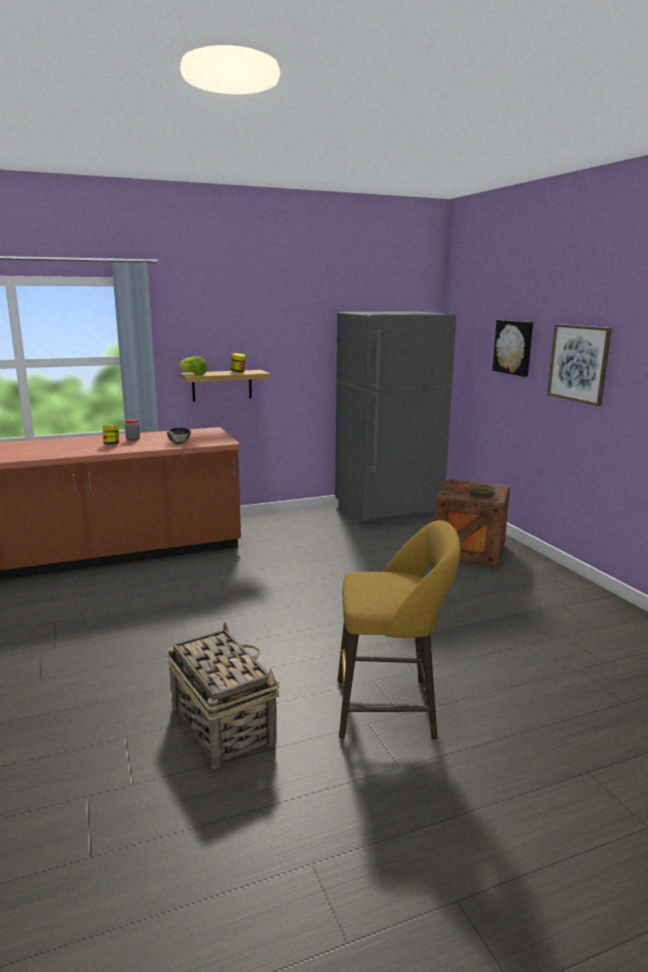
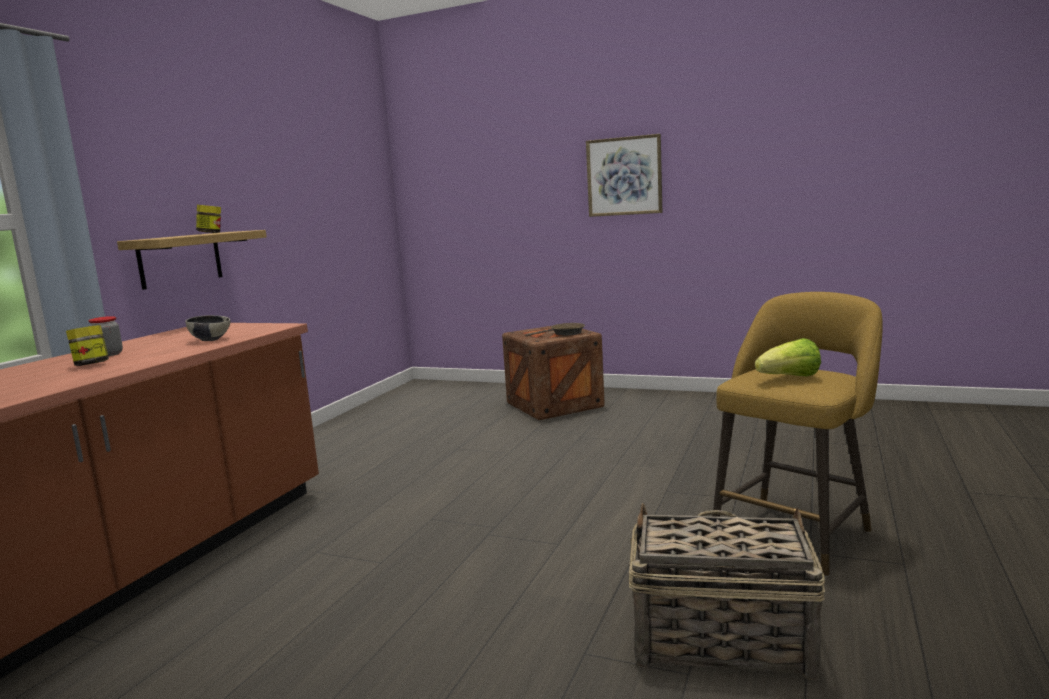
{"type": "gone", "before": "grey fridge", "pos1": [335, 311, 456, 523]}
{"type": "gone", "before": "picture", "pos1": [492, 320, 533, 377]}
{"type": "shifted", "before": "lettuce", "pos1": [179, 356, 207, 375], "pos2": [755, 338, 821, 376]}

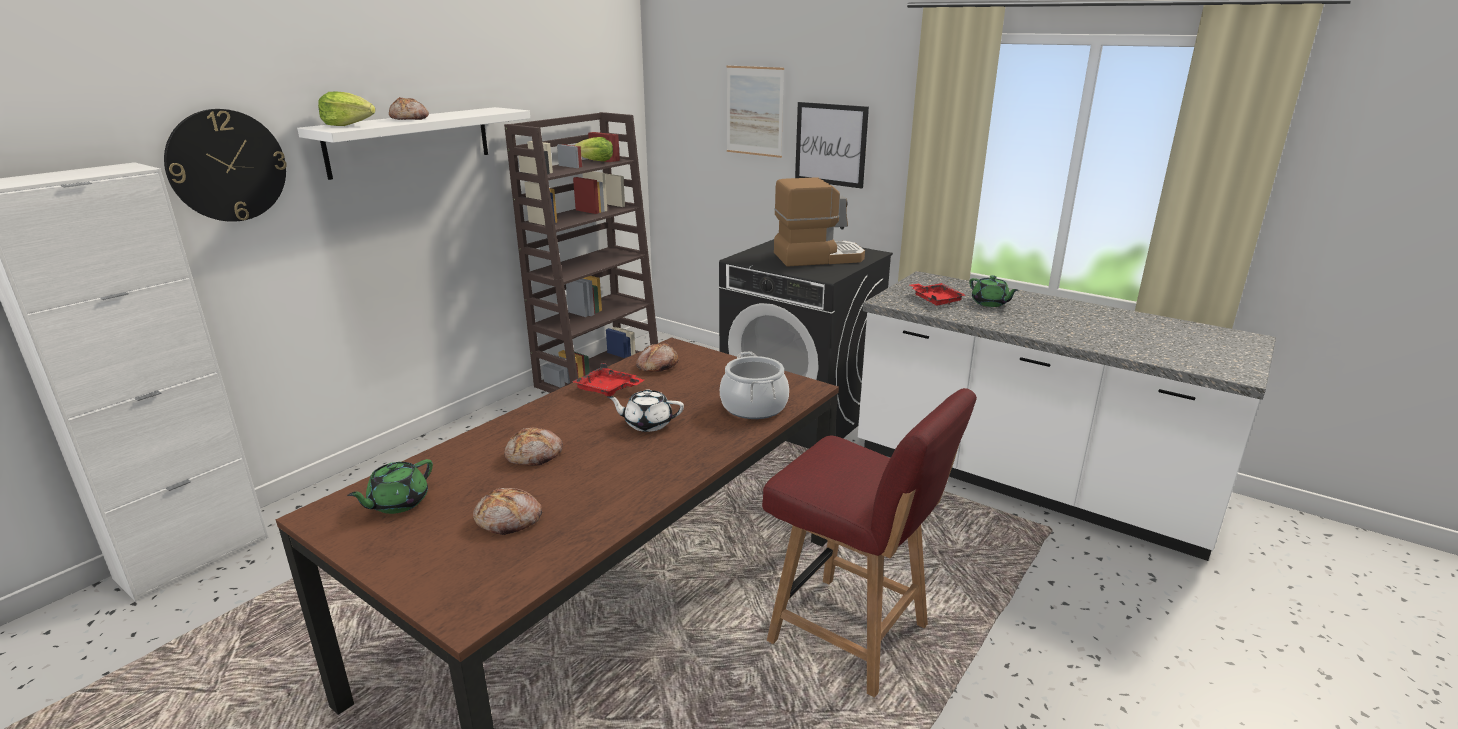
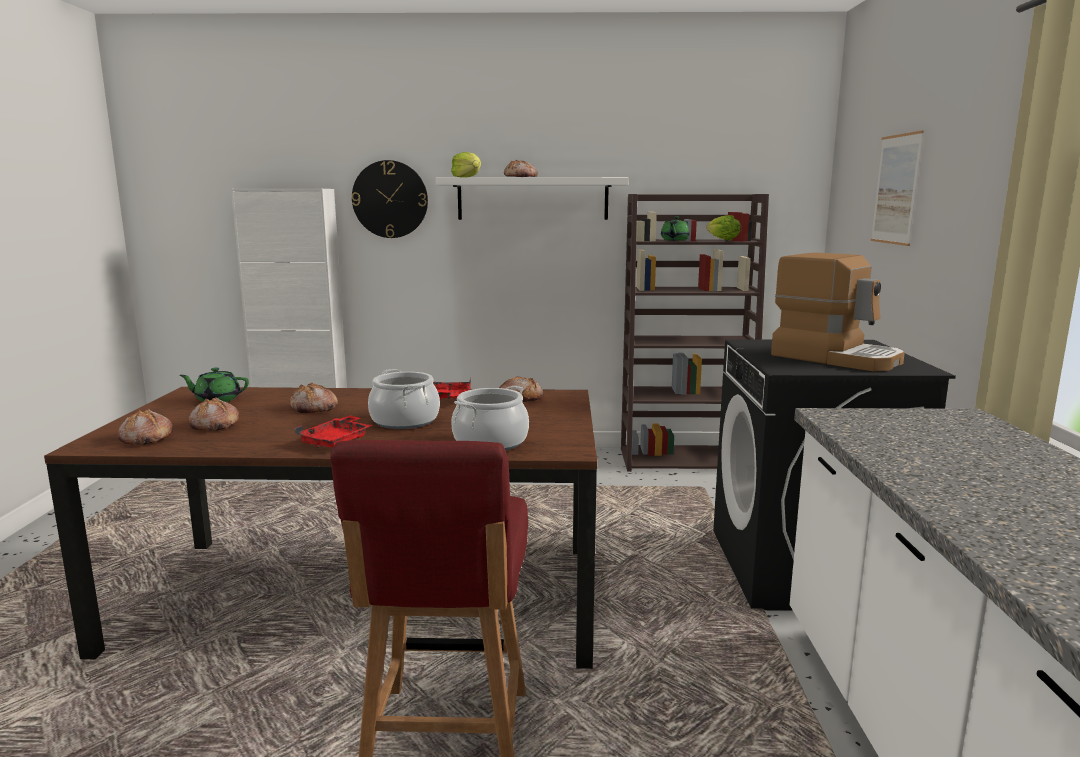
{"type": "gone", "before": "picture", "pos1": [795, 102, 869, 189]}
{"type": "shifted", "before": "green teapot", "pos1": [969, 275, 1018, 307], "pos2": [661, 216, 689, 241]}
{"type": "shifted", "before": "red tray", "pos1": [910, 283, 966, 306], "pos2": [295, 415, 373, 448]}
{"type": "swapped", "before": "white teapot", "after": "cooking pot", "pos1": [607, 389, 684, 432], "pos2": [368, 369, 440, 429]}
{"type": "new", "after": "bread", "pos2": [118, 409, 173, 445]}

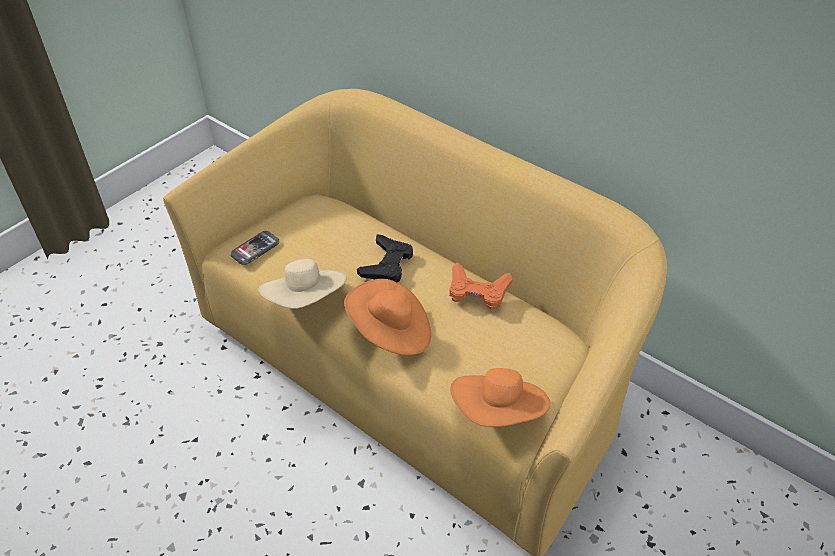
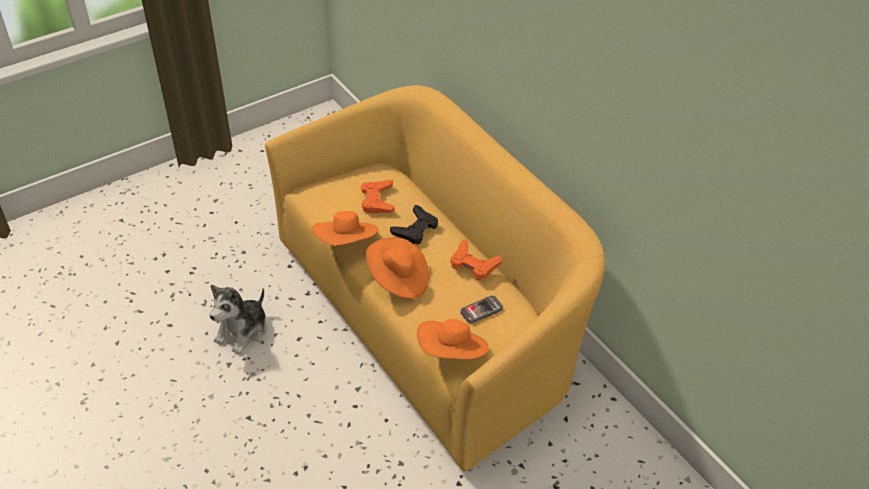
{"type": "shifted", "before": "phone", "pos1": [231, 231, 279, 265], "pos2": [460, 295, 503, 324]}
{"type": "repainted", "before": "beige hat", "after": "orange hat", "pos1": [258, 259, 347, 309], "pos2": [312, 211, 379, 246]}
{"type": "new", "after": "orange game controller", "pos2": [361, 180, 395, 213]}
{"type": "new", "after": "plush toy", "pos2": [210, 285, 267, 355]}

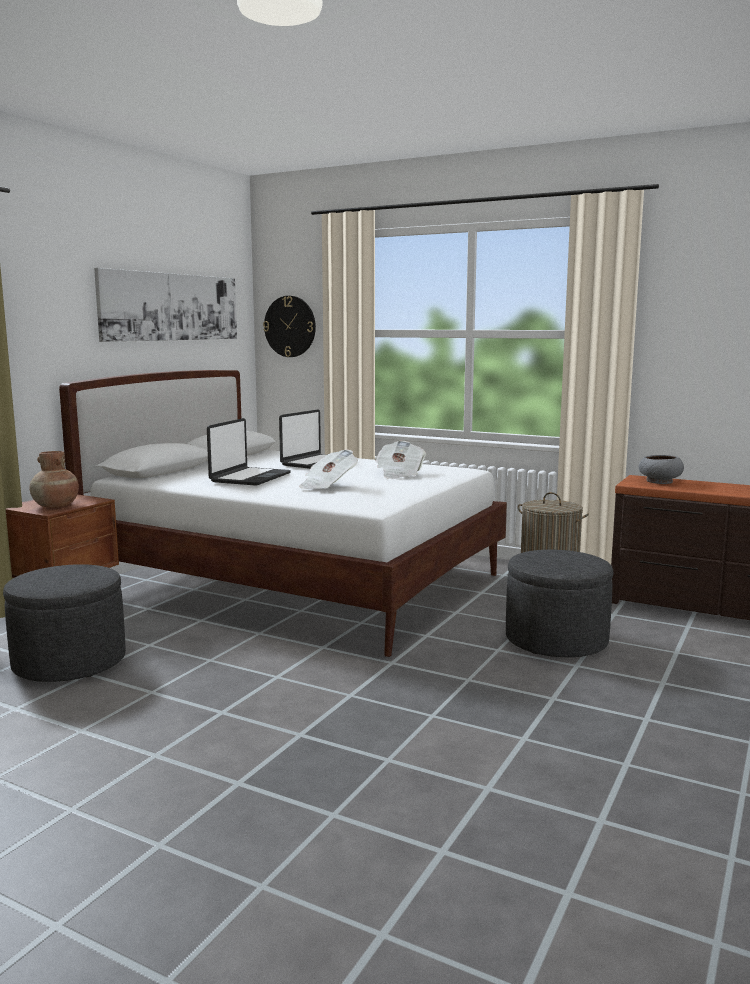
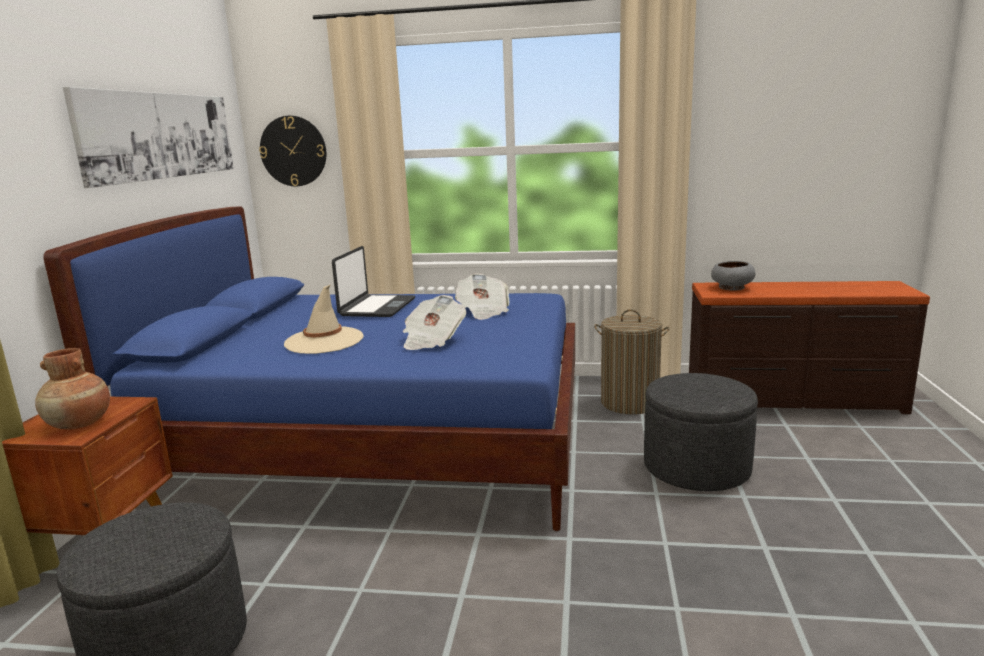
{"type": "repainted", "before": "white bed", "after": "blue bed", "pos1": [59, 370, 507, 657], "pos2": [43, 206, 575, 531]}
{"type": "swapped", "before": "laptop", "after": "beige hat", "pos1": [207, 418, 291, 486], "pos2": [284, 285, 363, 354]}

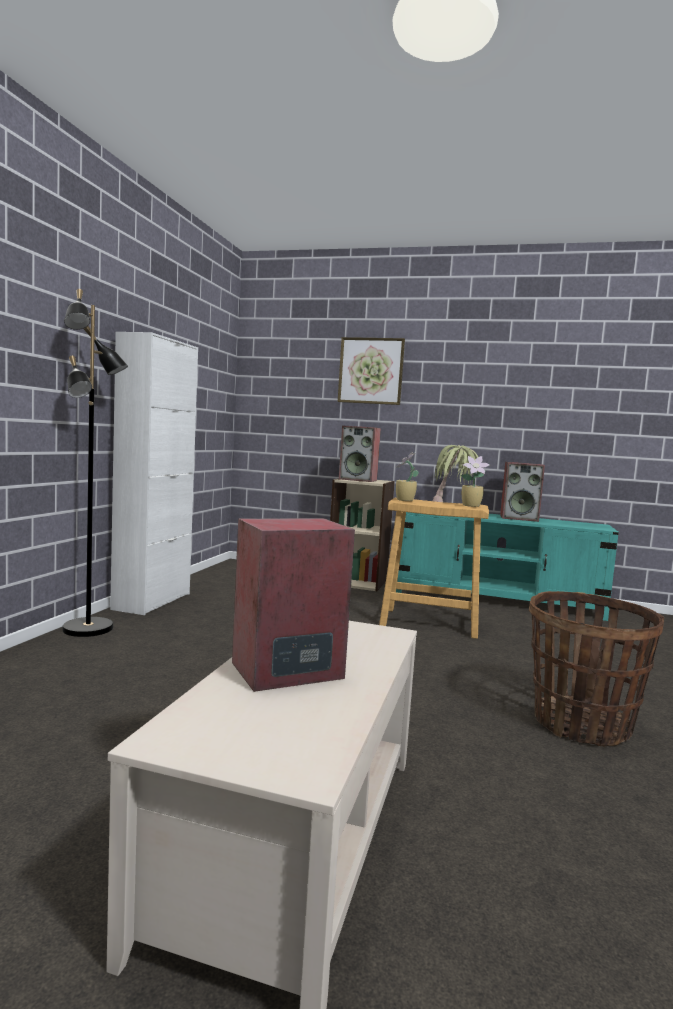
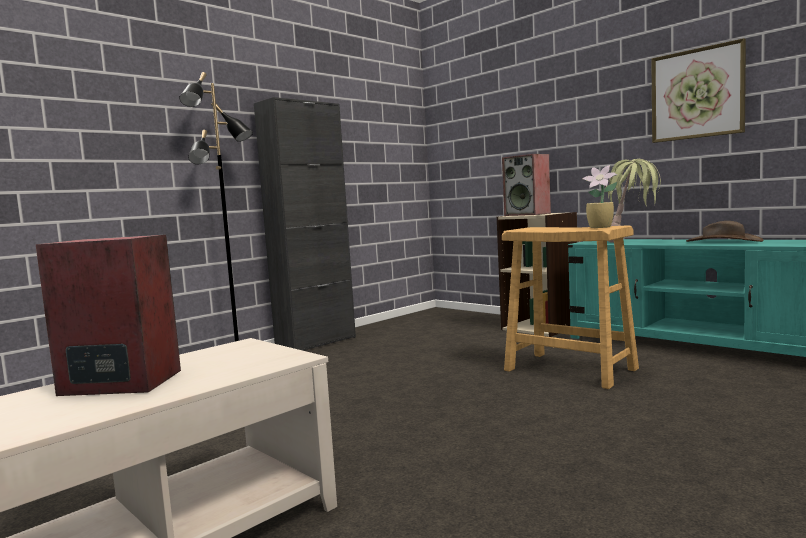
{"type": "repainted", "before": "white cabinet", "after": "black cabinet", "pos1": [110, 332, 198, 615], "pos2": [254, 97, 356, 351]}
{"type": "shifted", "before": "picture", "pos1": [338, 337, 405, 405], "pos2": [651, 38, 746, 143]}
{"type": "gone", "before": "potted plant", "pos1": [395, 452, 419, 501]}
{"type": "swapped", "before": "speaker", "after": "brown hat", "pos1": [500, 462, 545, 522], "pos2": [686, 221, 764, 242]}
{"type": "gone", "before": "basket", "pos1": [529, 591, 664, 747]}

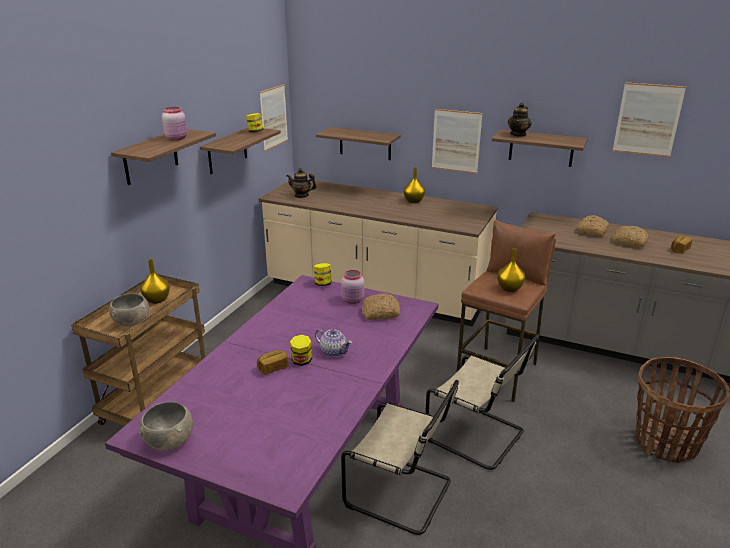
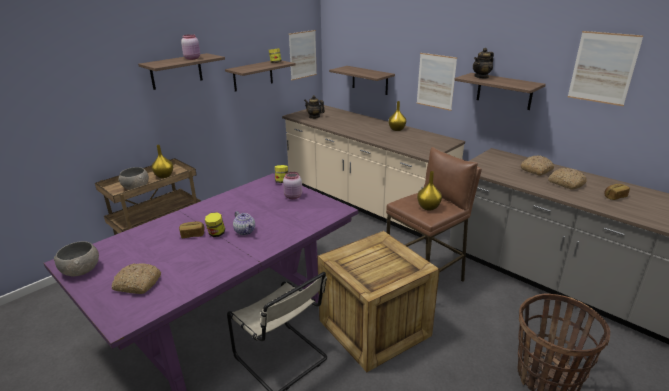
{"type": "shifted", "before": "bread", "pos1": [362, 293, 400, 320], "pos2": [111, 263, 161, 294]}
{"type": "swapped", "before": "beige chair", "after": "crate", "pos1": [425, 336, 537, 470], "pos2": [317, 231, 440, 372]}

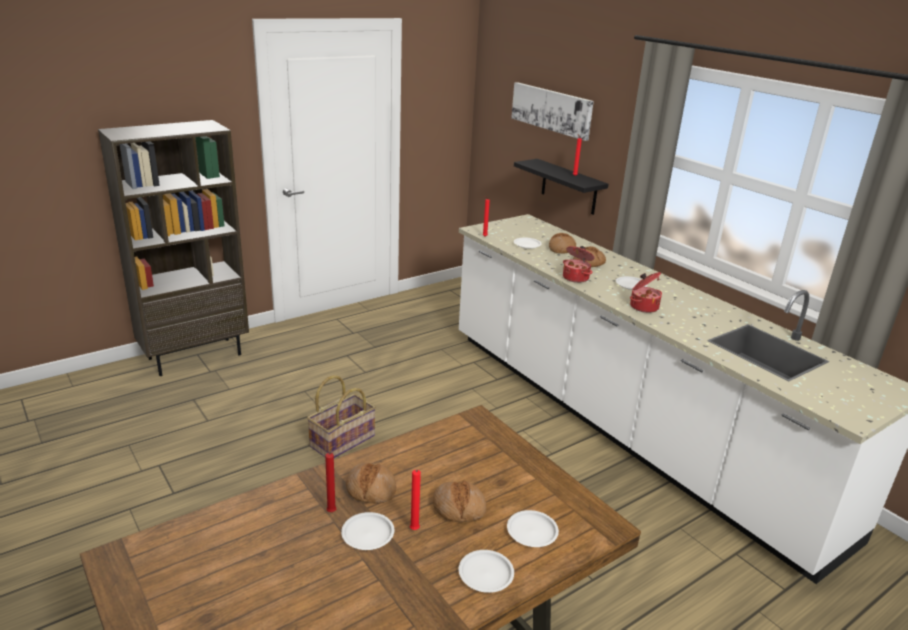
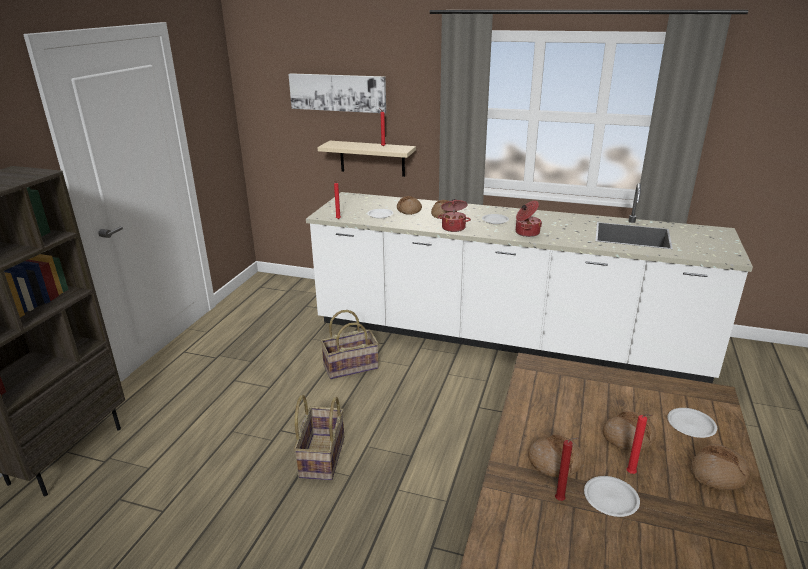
{"type": "repainted", "before": "black shelf", "after": "beige shelf", "pos1": [514, 159, 608, 215], "pos2": [317, 141, 416, 177]}
{"type": "swapped", "before": "white plate", "after": "bread", "pos1": [459, 550, 514, 593], "pos2": [691, 444, 750, 490]}
{"type": "new", "after": "basket", "pos2": [321, 310, 379, 379]}

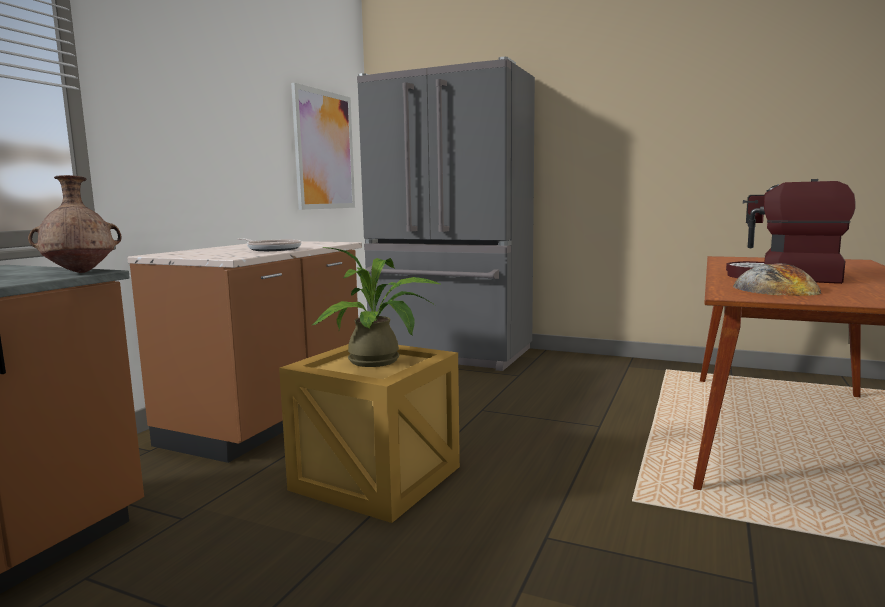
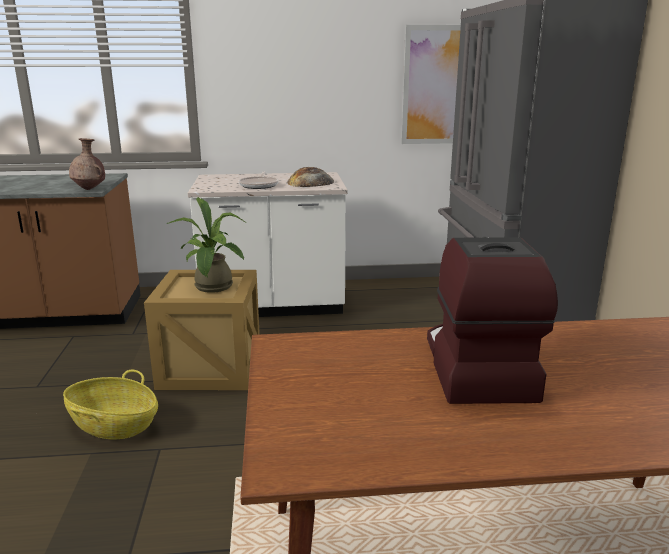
{"type": "repainted", "before": "brown counter", "after": "white counter", "pos1": [127, 241, 362, 463], "pos2": [188, 172, 348, 317]}
{"type": "shifted", "before": "bread", "pos1": [733, 263, 821, 296], "pos2": [287, 167, 334, 187]}
{"type": "new", "after": "basket", "pos2": [63, 370, 158, 439]}

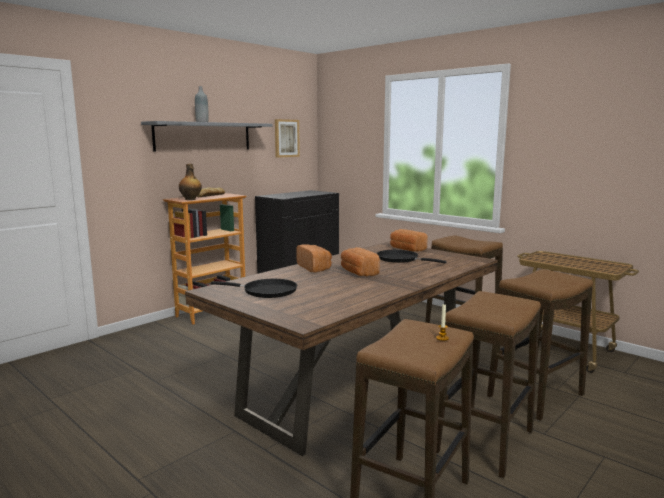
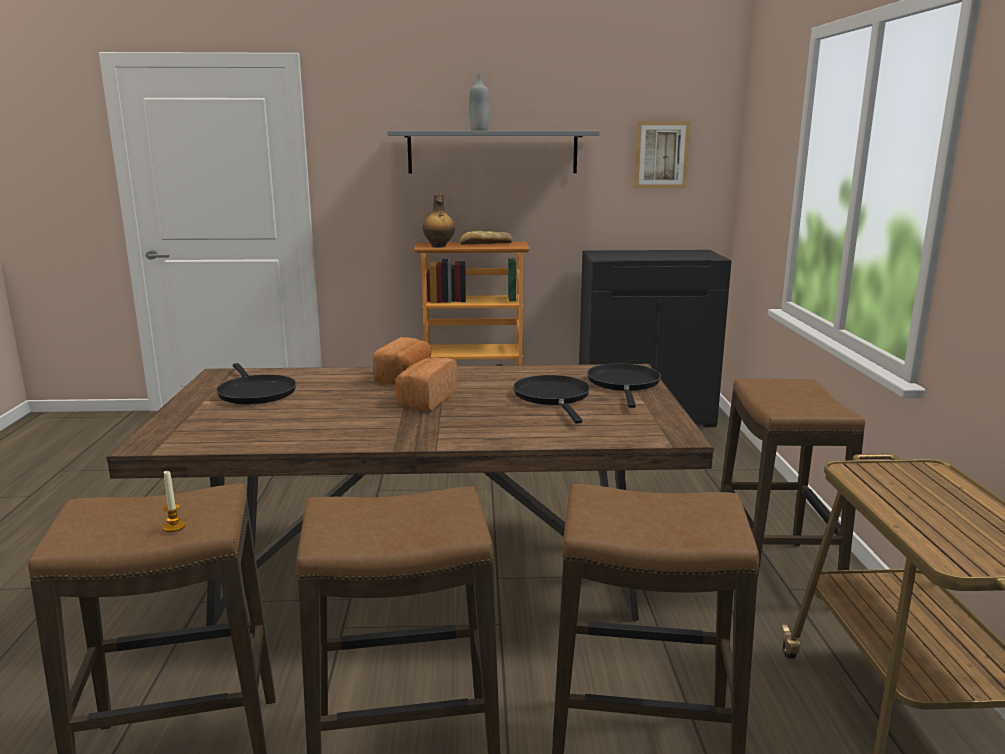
{"type": "swapped", "before": "bread", "after": "black frying pan", "pos1": [390, 229, 428, 252], "pos2": [587, 363, 661, 408]}

